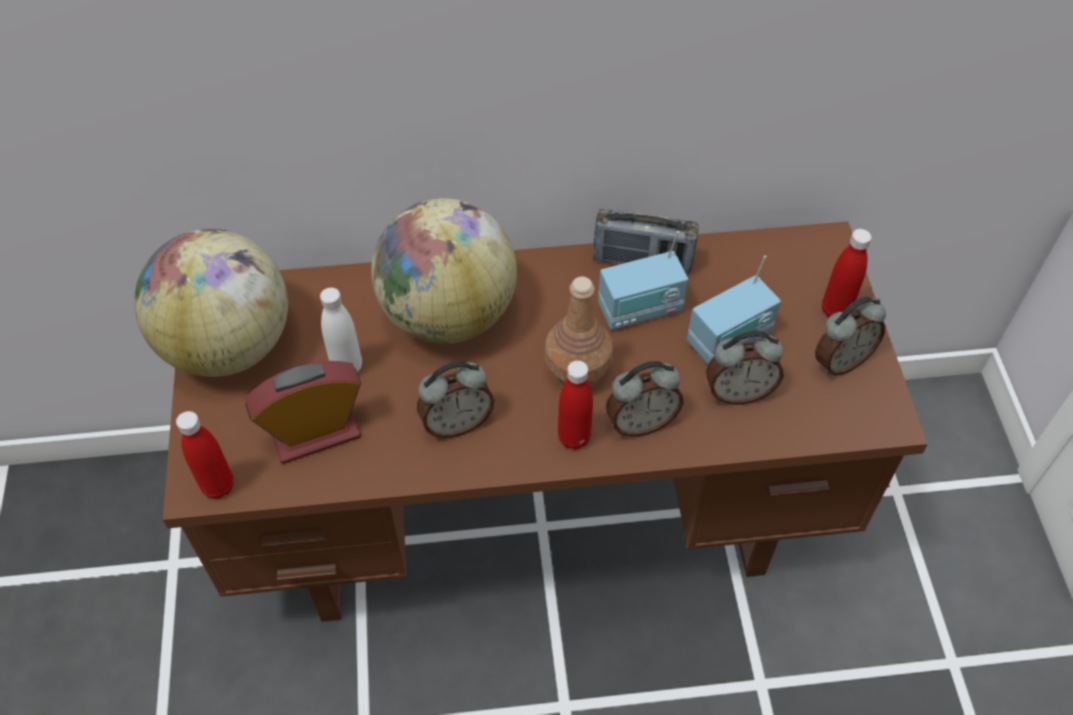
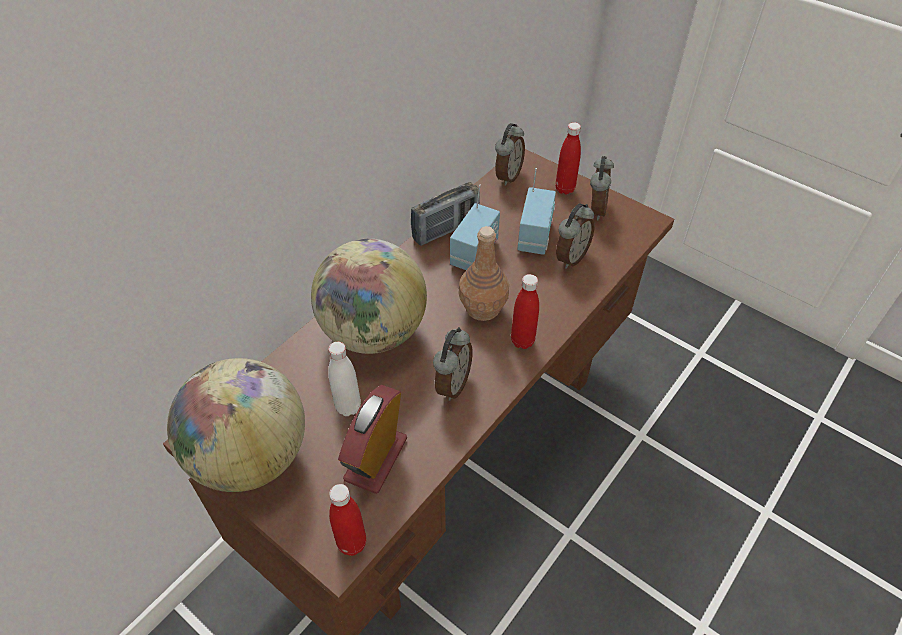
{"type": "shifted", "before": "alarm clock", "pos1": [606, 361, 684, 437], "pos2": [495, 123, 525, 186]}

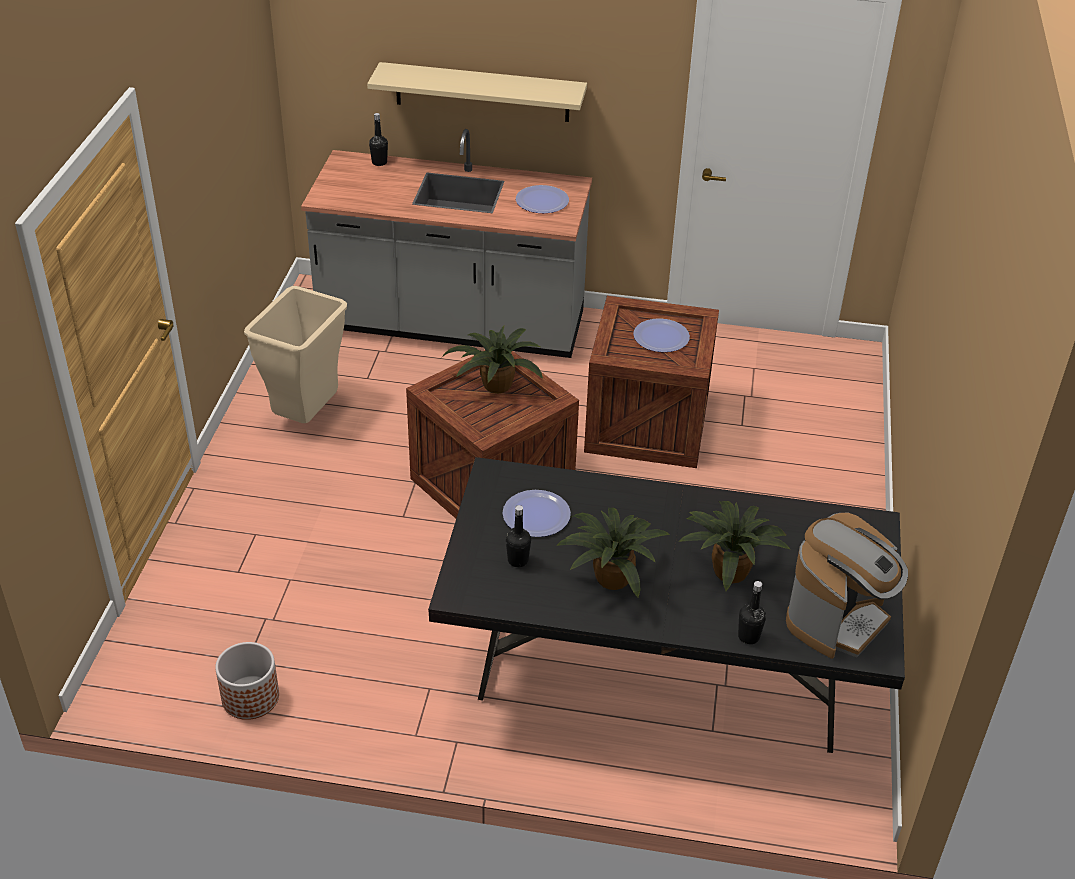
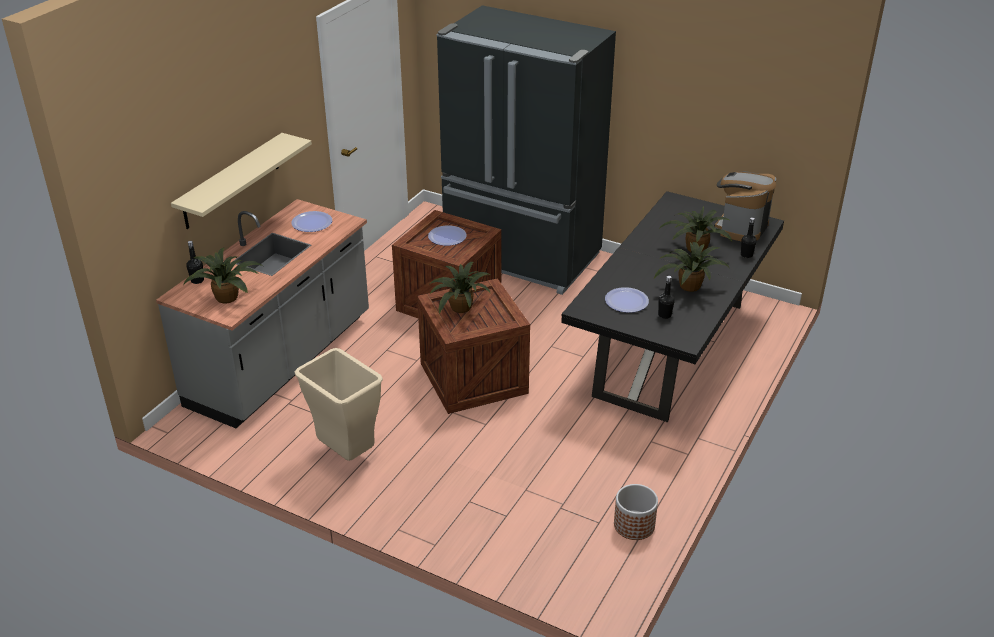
{"type": "rotated", "before": "coffee machine", "pos1": [786, 513, 908, 659], "pos2": [715, 171, 776, 241], "turn": -120}
{"type": "new", "after": "black fridge", "pos2": [436, 5, 616, 295]}
{"type": "new", "after": "potted plant", "pos2": [183, 248, 265, 304]}

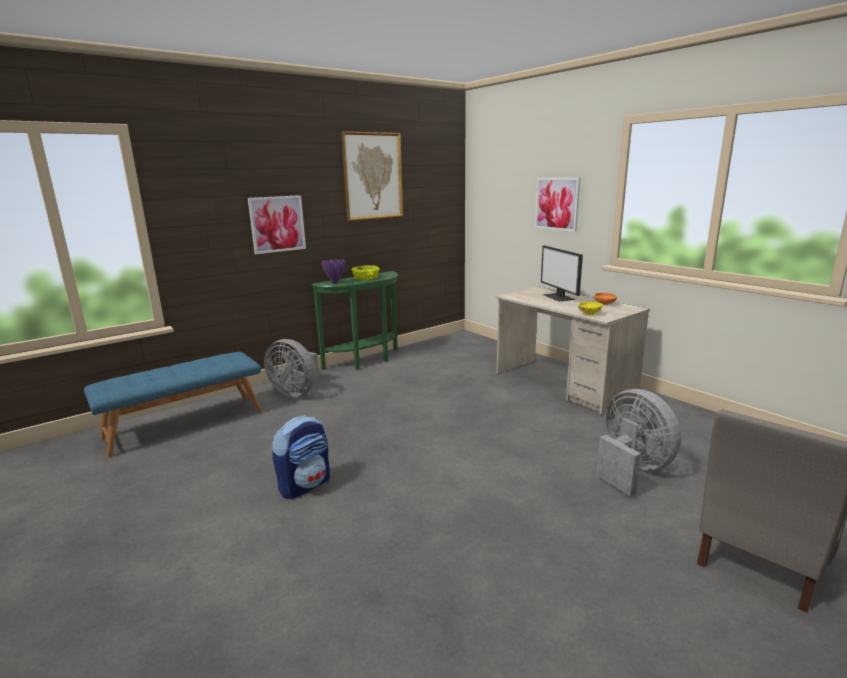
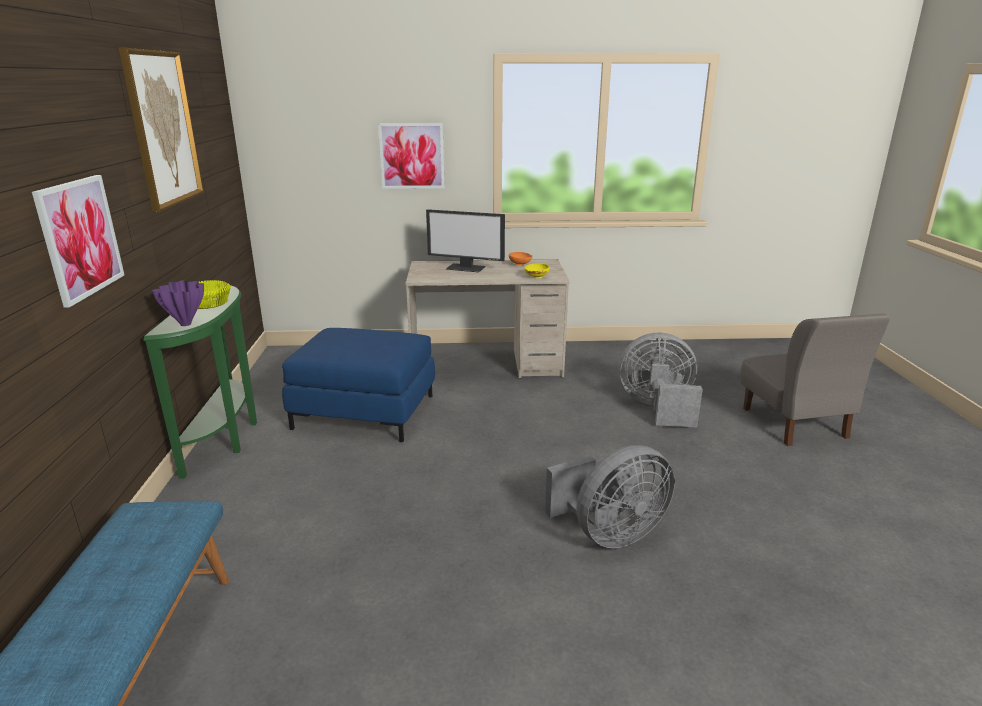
{"type": "shifted", "before": "grey fan", "pos1": [264, 339, 320, 397], "pos2": [545, 445, 675, 548]}
{"type": "gone", "before": "backpack", "pos1": [272, 415, 330, 499]}
{"type": "new", "after": "blue ottoman", "pos2": [282, 328, 435, 442]}

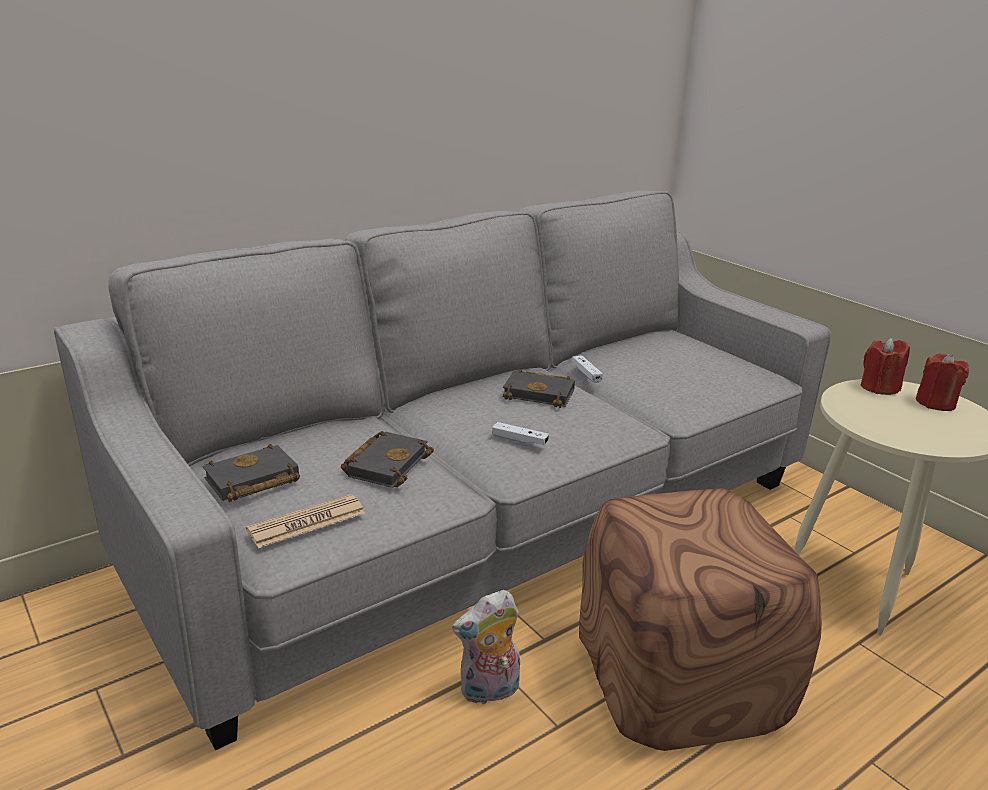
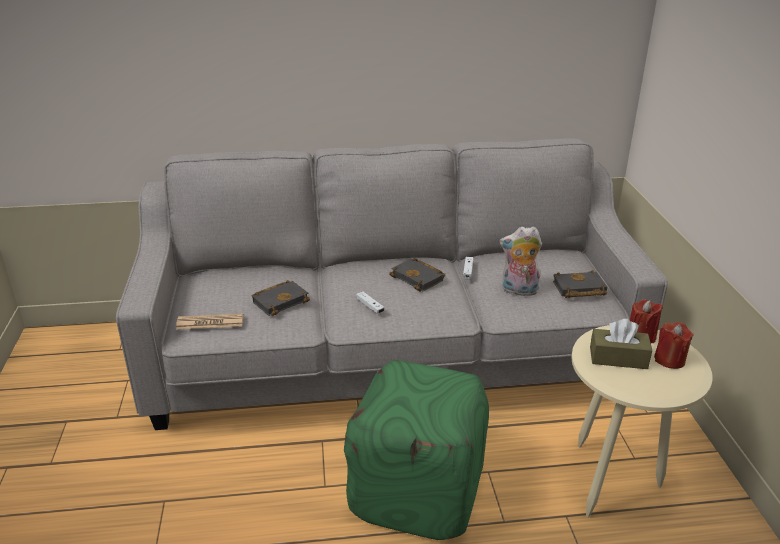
{"type": "shifted", "before": "black book", "pos1": [203, 444, 300, 502], "pos2": [553, 270, 607, 298]}
{"type": "repainted", "before": "brown ottoman", "after": "green ottoman", "pos1": [579, 488, 822, 751], "pos2": [344, 360, 489, 540]}
{"type": "shifted", "before": "plush toy", "pos1": [452, 590, 520, 704], "pos2": [500, 226, 542, 296]}
{"type": "new", "after": "brown tissue box", "pos2": [590, 319, 652, 369]}

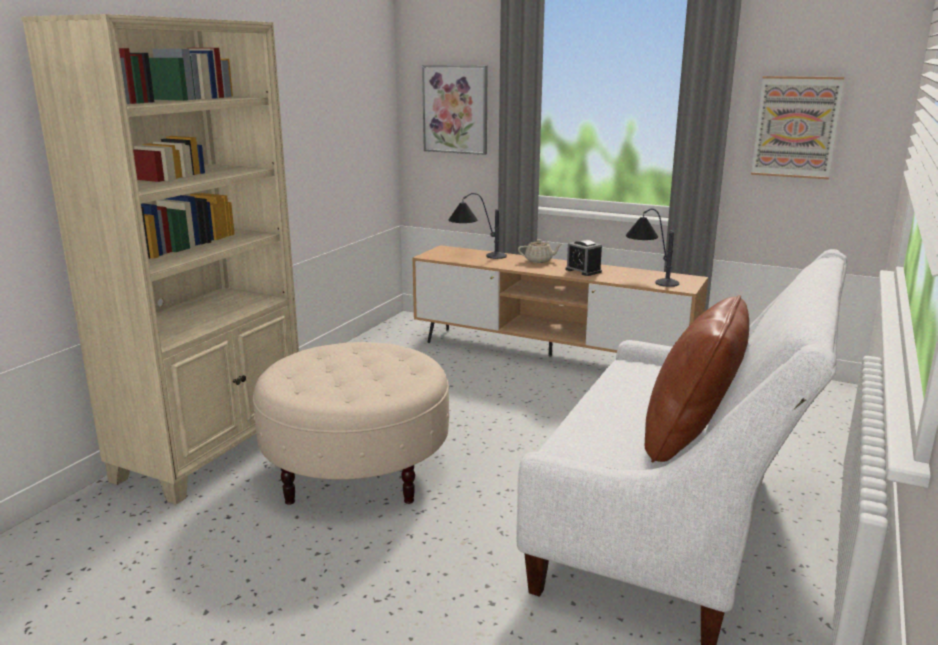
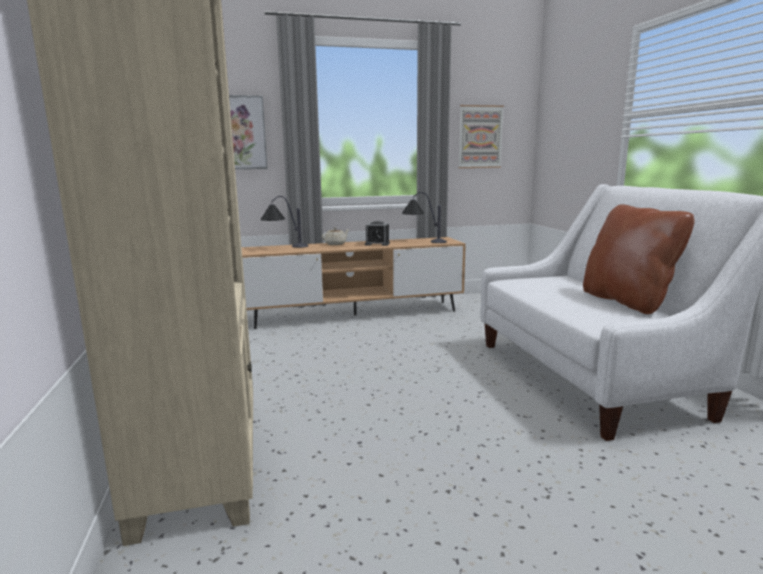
{"type": "gone", "before": "beige ottoman", "pos1": [253, 342, 449, 505]}

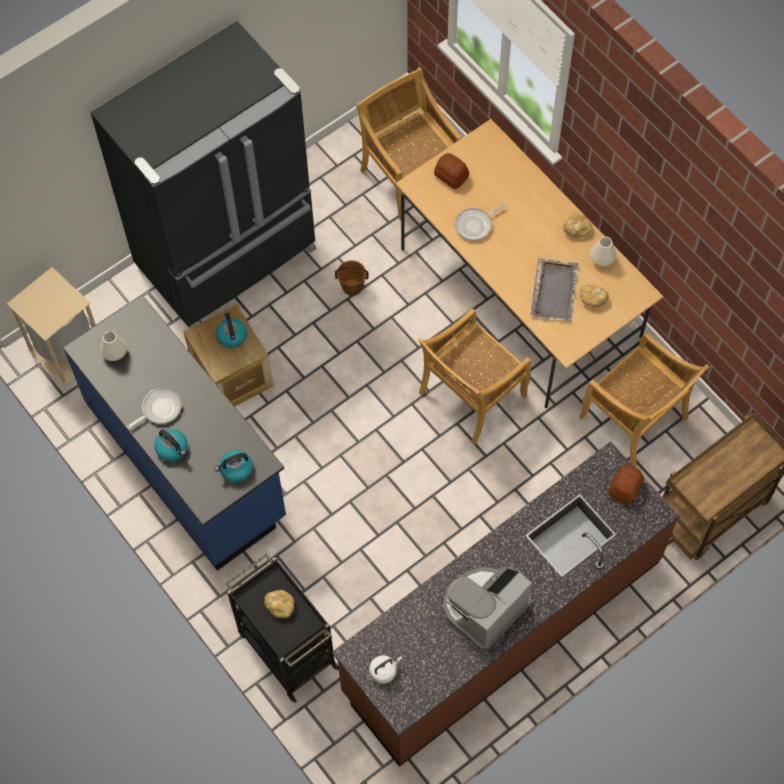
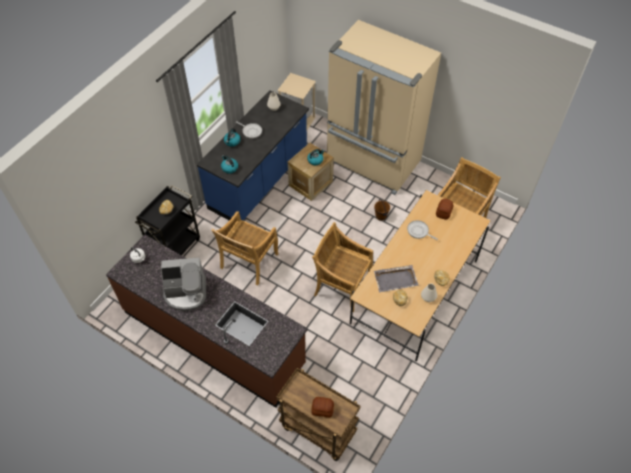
{"type": "repainted", "before": "black fridge", "after": "beige fridge", "pos1": [91, 21, 316, 328], "pos2": [327, 20, 441, 195]}
{"type": "shifted", "before": "beige chair", "pos1": [579, 332, 709, 467], "pos2": [211, 211, 278, 285]}
{"type": "shifted", "before": "bread", "pos1": [609, 465, 644, 505], "pos2": [311, 397, 334, 418]}
{"type": "rotated", "before": "coffee machine", "pos1": [443, 567, 532, 650], "pos2": [161, 258, 206, 311], "turn": 150}

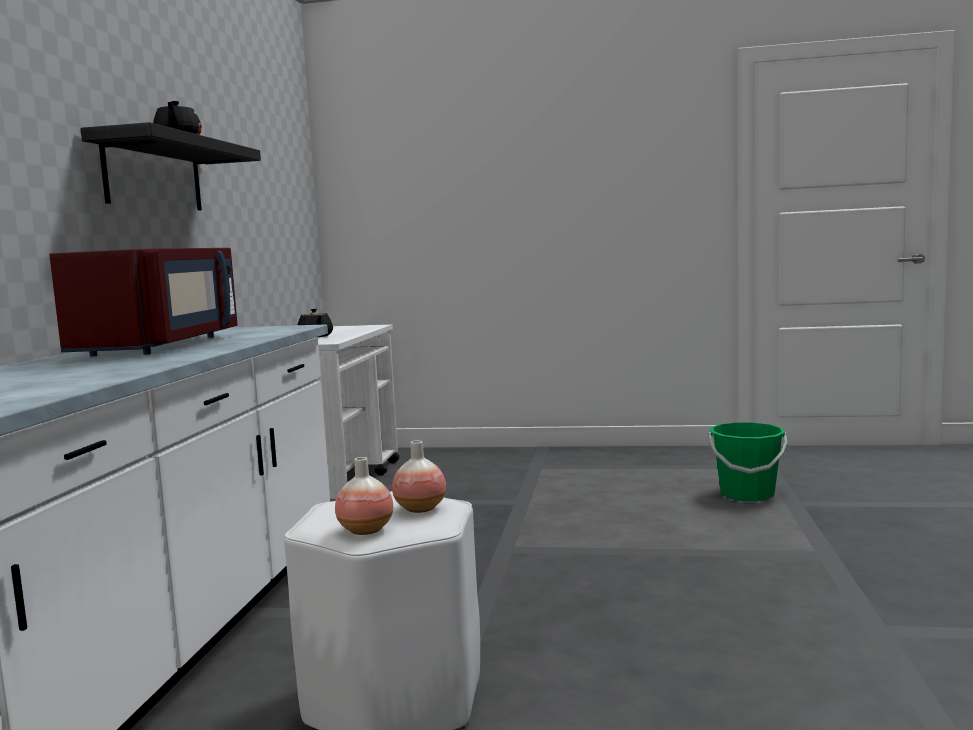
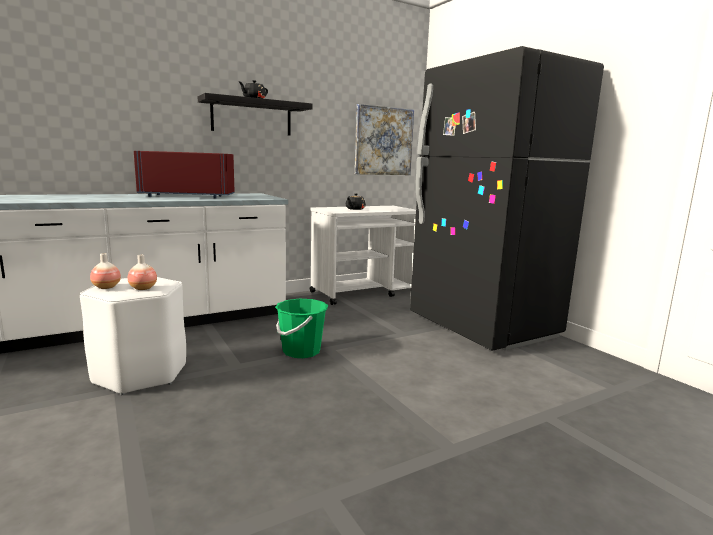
{"type": "rotated", "before": "red microwave", "pos1": [49, 248, 238, 357], "pos2": [134, 151, 234, 198], "turn": -150}
{"type": "shifted", "before": "green bucket", "pos1": [709, 422, 787, 501], "pos2": [275, 299, 328, 358]}
{"type": "new", "after": "black fridge", "pos2": [410, 46, 604, 351]}
{"type": "new", "after": "picture", "pos2": [355, 104, 414, 175]}

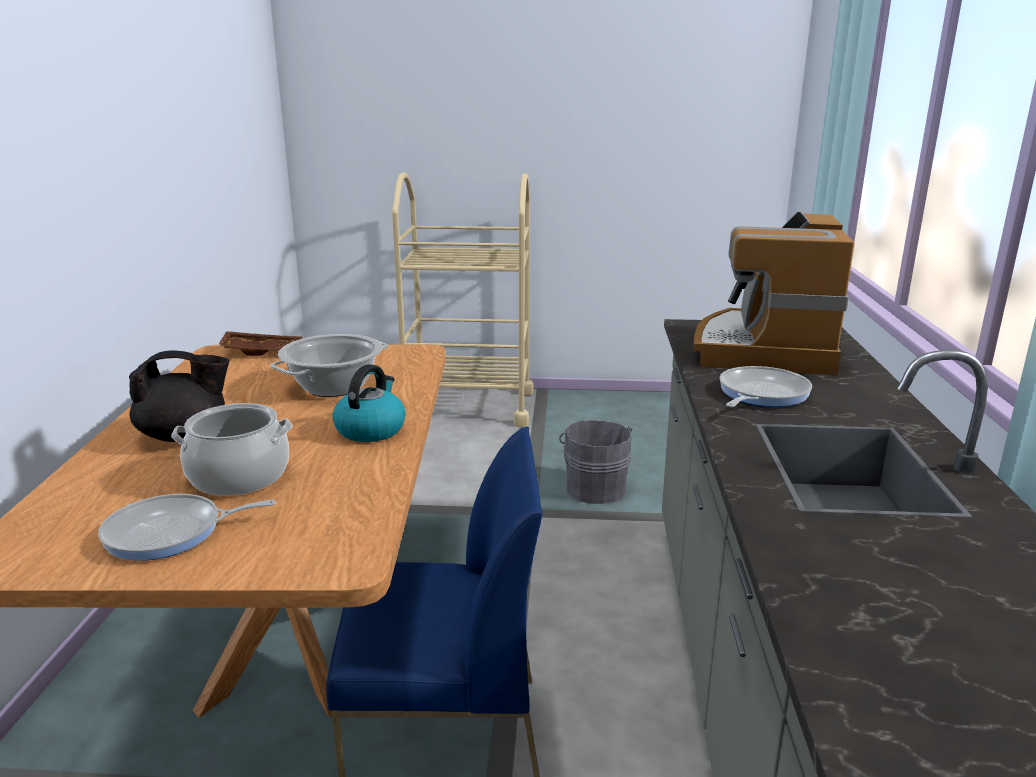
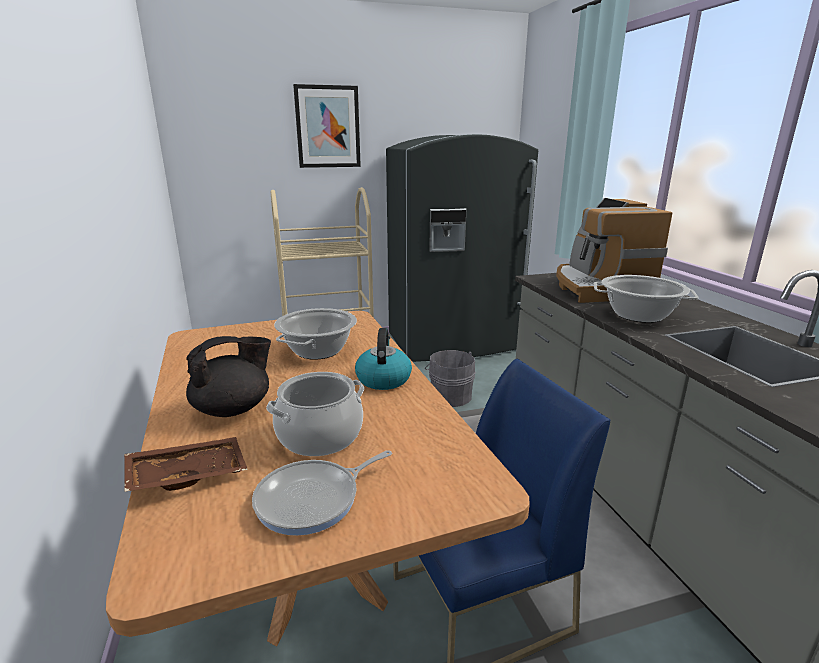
{"type": "shifted", "before": "brown tray", "pos1": [218, 331, 302, 356], "pos2": [124, 437, 248, 492]}
{"type": "swapped", "before": "frying pan", "after": "cooking pot", "pos1": [720, 366, 812, 407], "pos2": [594, 275, 699, 323]}
{"type": "new", "after": "picture", "pos2": [293, 84, 361, 168]}
{"type": "new", "after": "grey fridge", "pos2": [386, 134, 538, 362]}

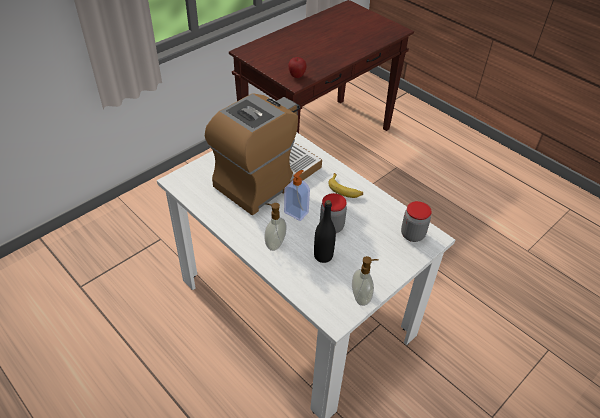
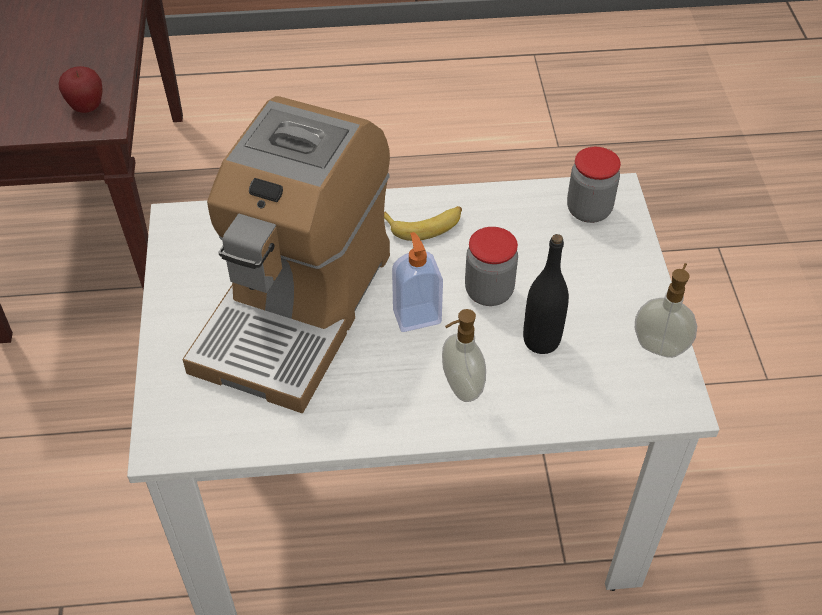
{"type": "rotated", "before": "coffee machine", "pos1": [205, 93, 322, 215], "pos2": [183, 96, 390, 413], "turn": -150}

